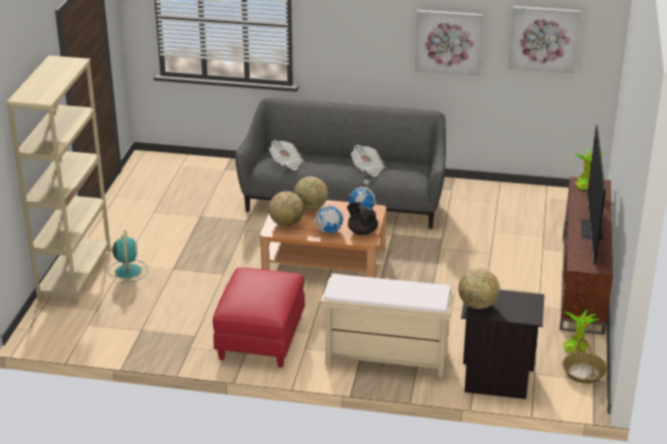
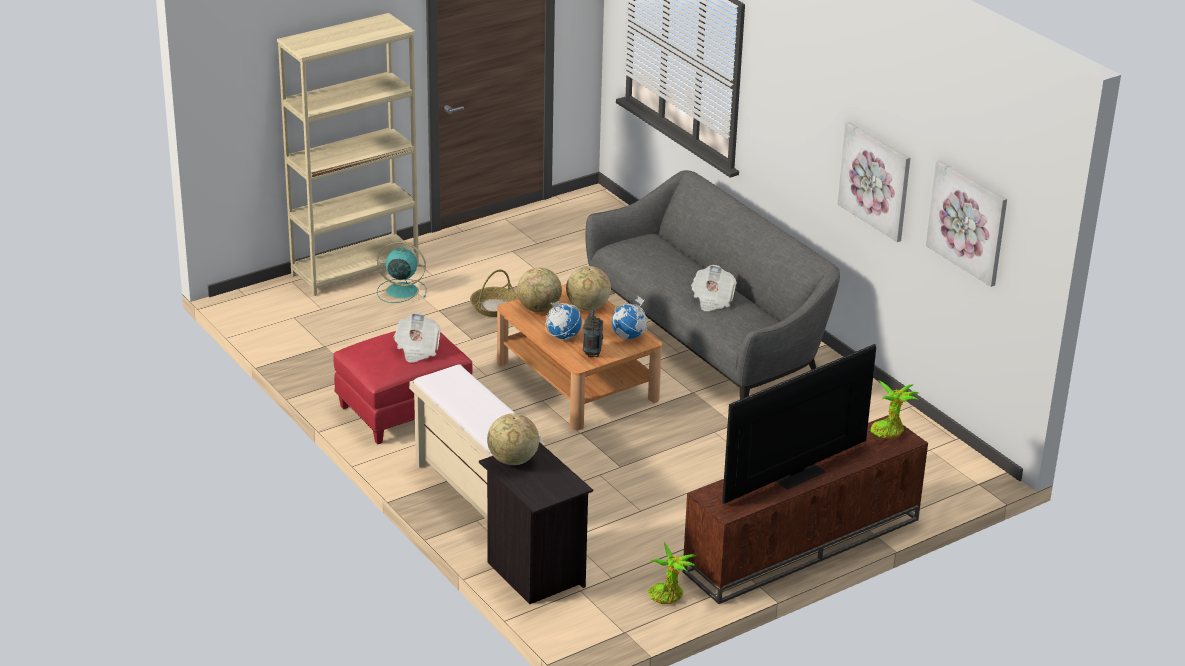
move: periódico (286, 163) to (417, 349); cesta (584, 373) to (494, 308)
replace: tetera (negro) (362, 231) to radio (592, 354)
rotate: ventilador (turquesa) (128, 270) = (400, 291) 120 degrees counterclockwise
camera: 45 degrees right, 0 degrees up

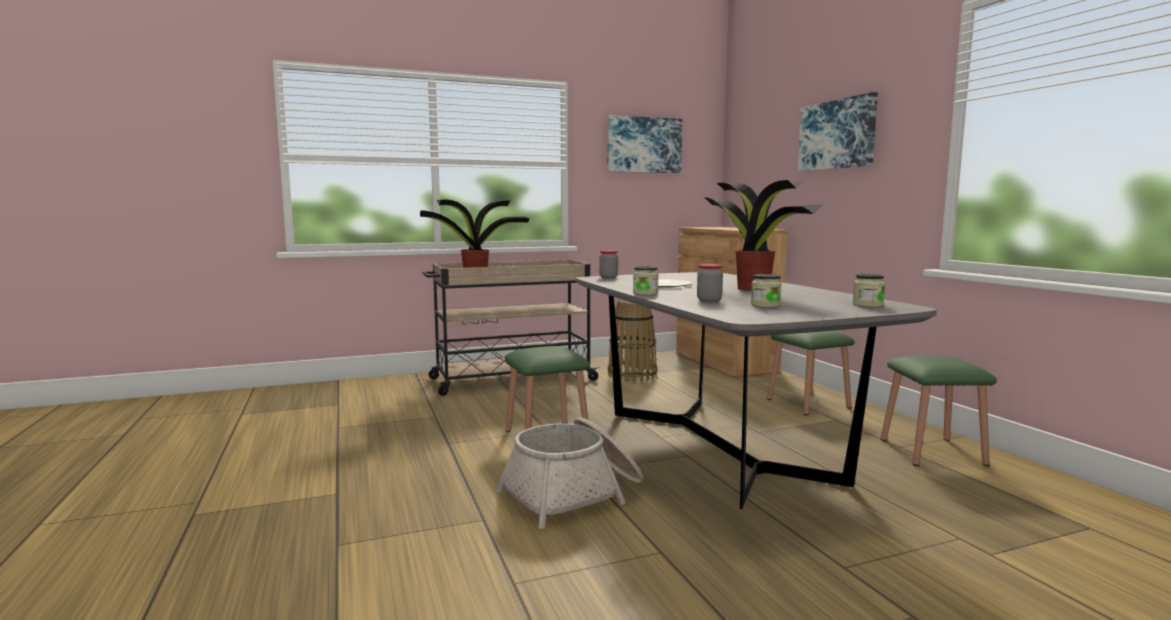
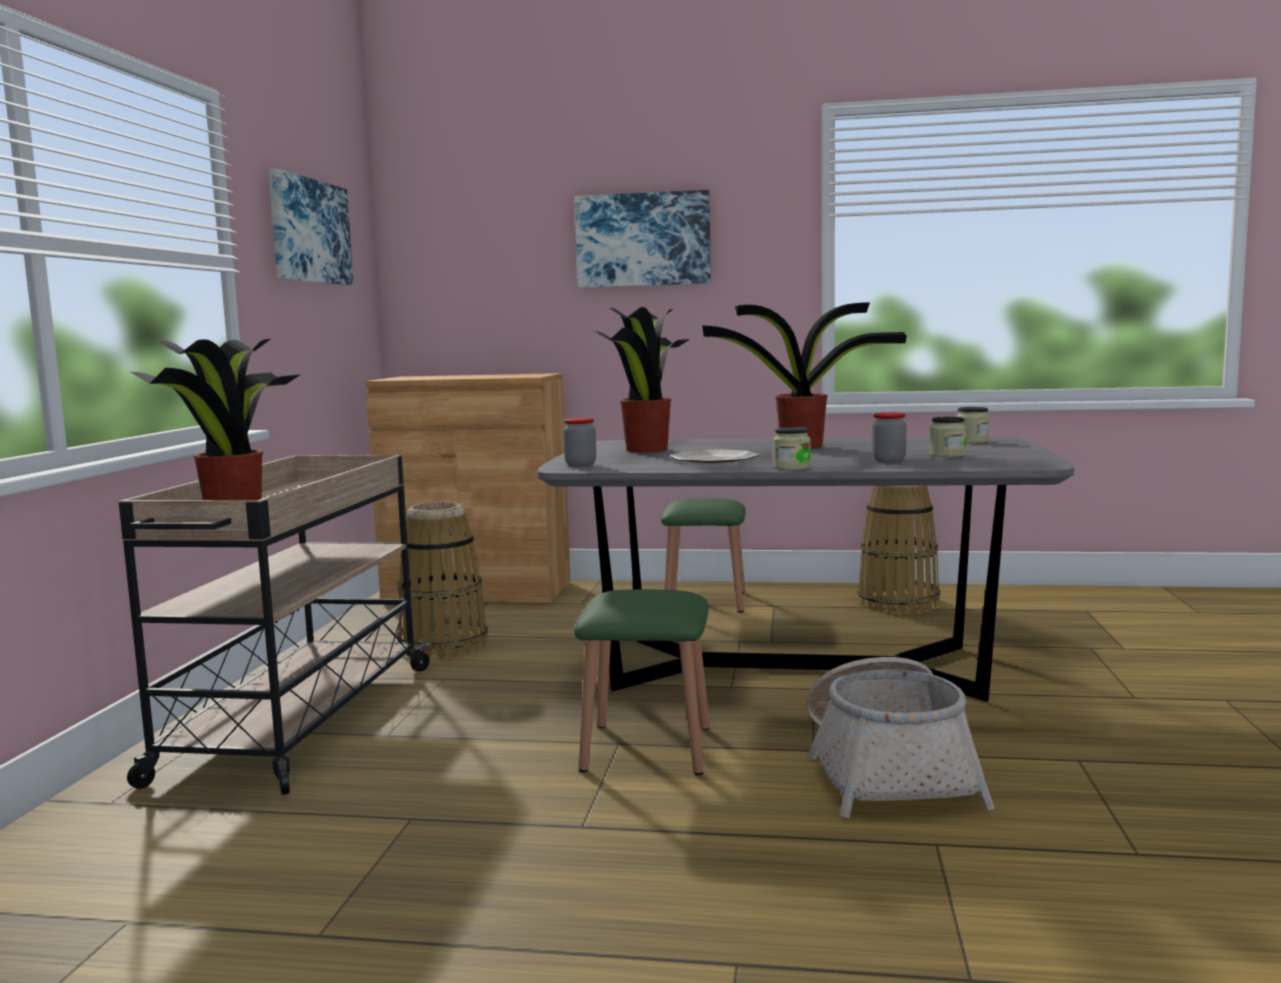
insert: planta en maceta (648, 449)
replace: taburete (verde) (932, 451) to cesta (897, 602)
camera: 60 degrees left, 0 degrees up

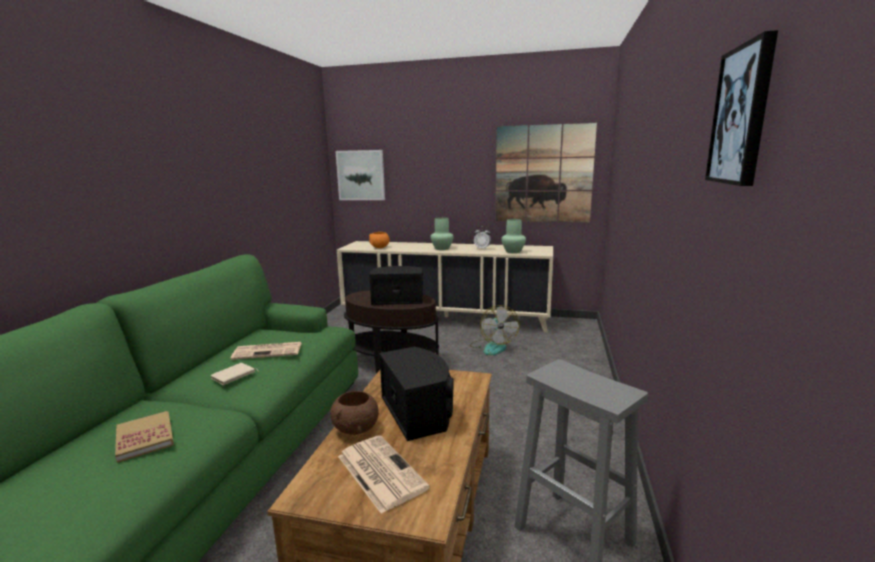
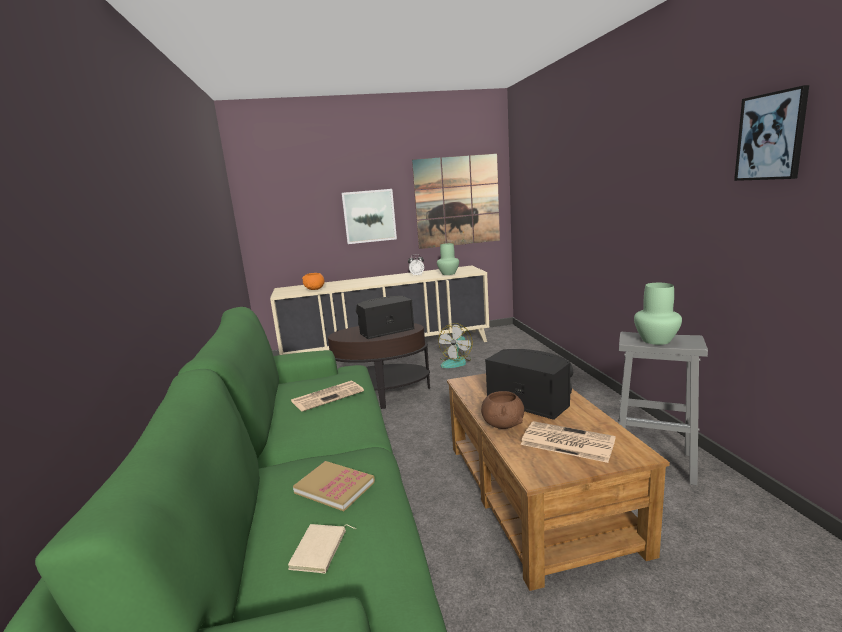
move: libro (beis) (234, 376) to (320, 551); cuadro (361, 175) to (369, 216); florero (verde) (442, 248) to (656, 340)
rotate: ventilador (492, 347) = (456, 362) 60 degrees clockwise
camera: 25 degrees left, 0 degrees up

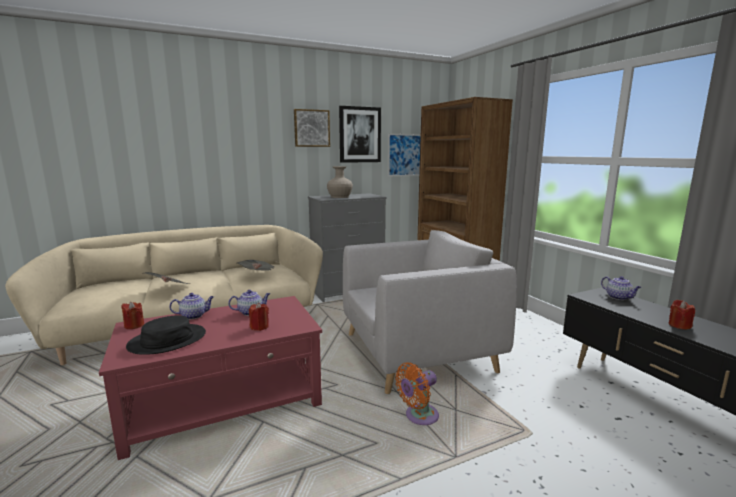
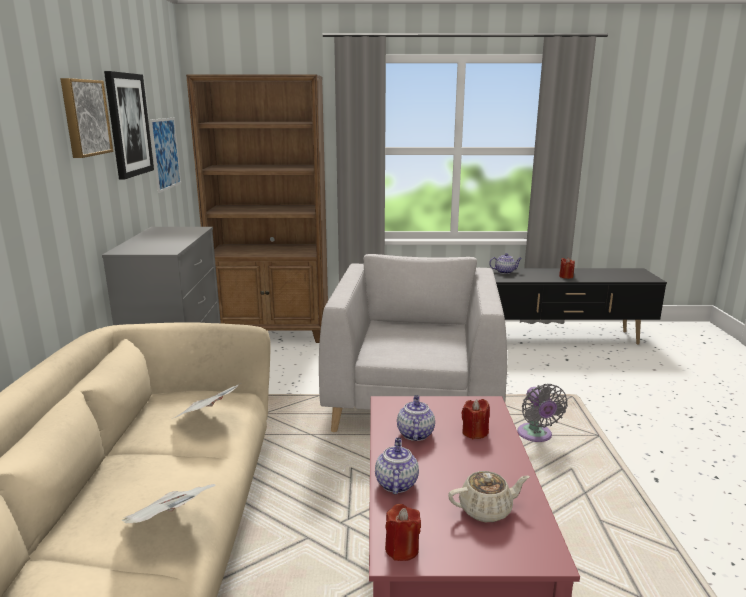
delete: florero (beis) (340, 197)
replace: sombrero (negro) (167, 340) to tetera (beis) (486, 510)
recolor: ventilador (naranja) (419, 416) to ventilador (gris) (536, 436)
camera: 65 degrees left, 5 degrees up

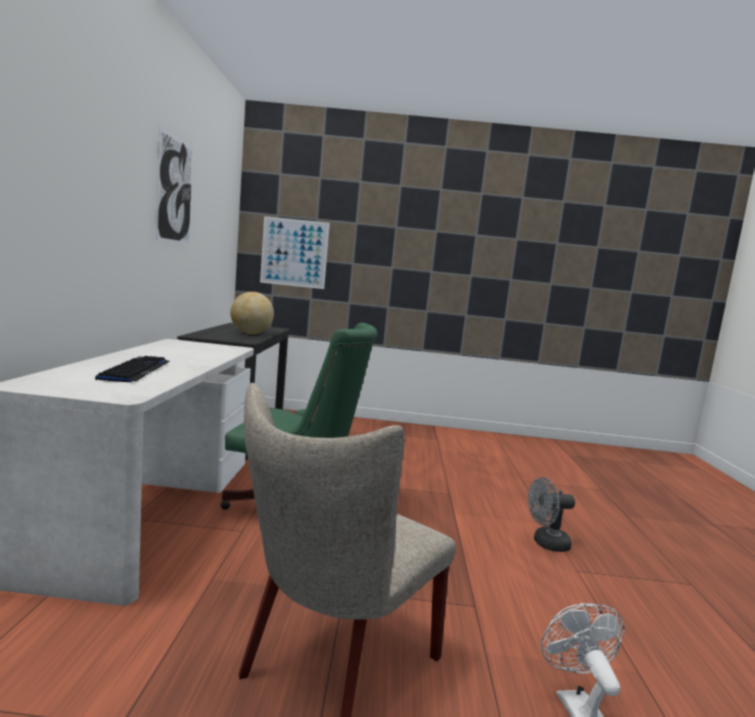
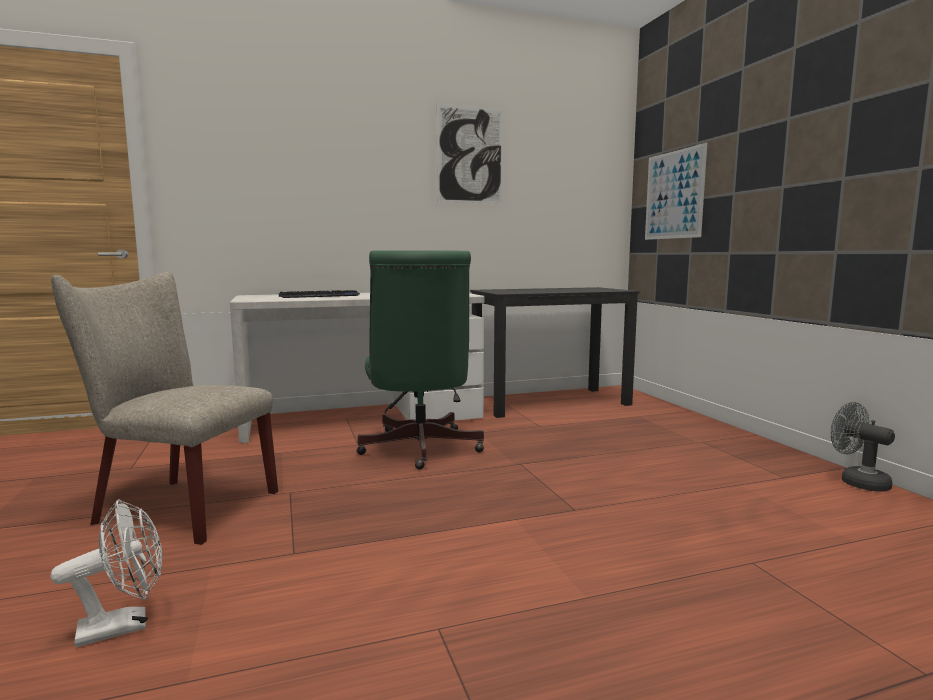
delete: globo terráqueo (250, 333)
move: ventilador (gris) (546, 543) to (857, 481)
camera: 70 degrees right, 0 degrees up

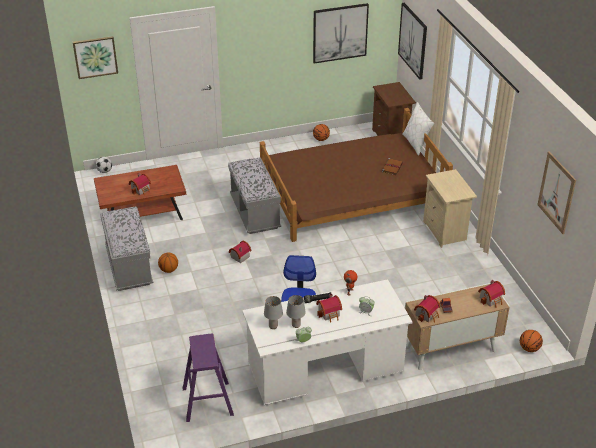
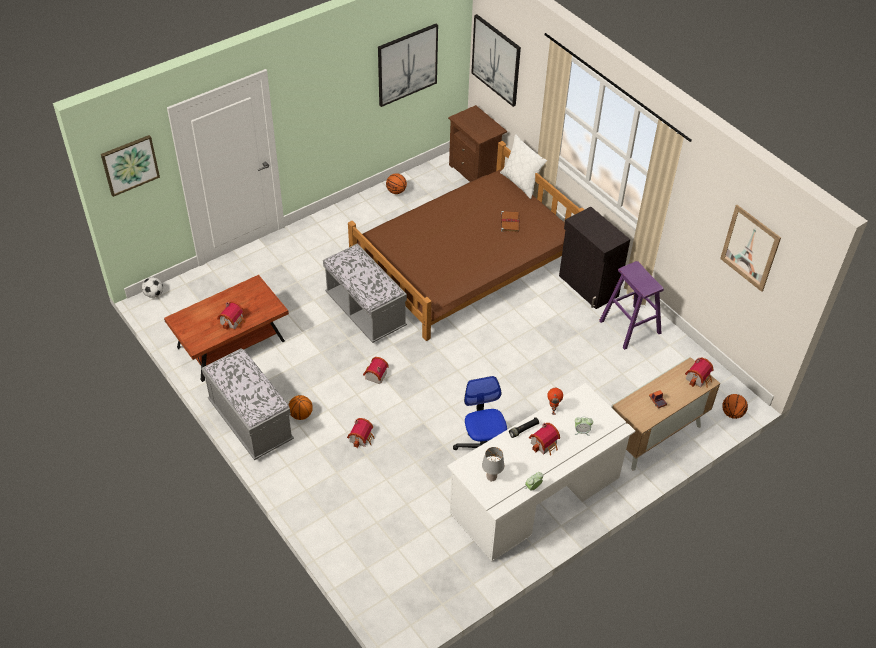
delete: lámpara de mesa (gris) (296, 325)
move: casita (427, 315) to (362, 437); taburete (morado) (207, 401) to (630, 327)
replace: mesita de noche (beis) (445, 231) to armario (negro) (588, 286)
camera: 20 degrees left, 10 degrees up

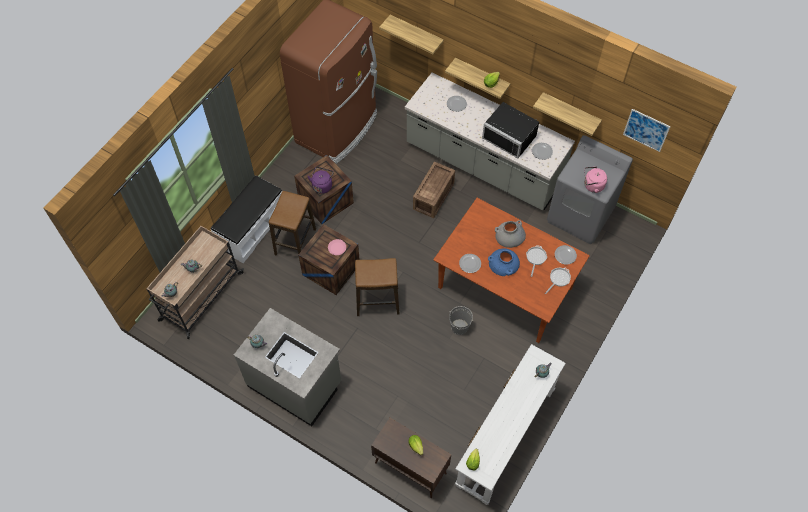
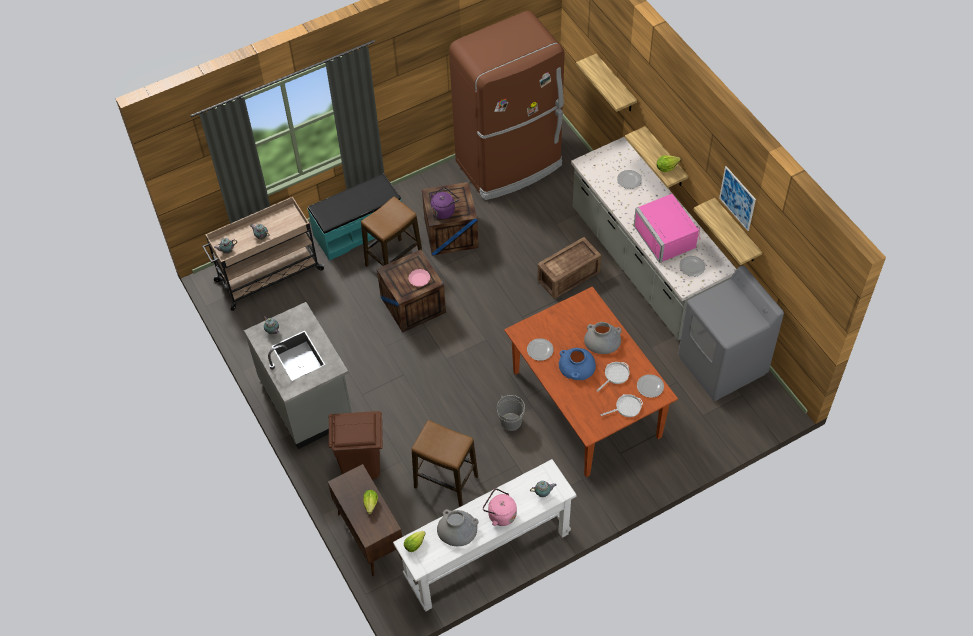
insert: papelera (marrón) (361, 464); florero (gris) (457, 529)
move: taburete (377, 302) to (446, 482); hervidor (rosa) (592, 185) to (500, 514); cuadro (646, 130) to (737, 198)
recolor: banco (blanco) (251, 229) to banco (turquesa) (358, 230); microondas (negro) (511, 135) to microondas (rosa) (668, 236)
camera: 30 degrees right, 5 degrees down

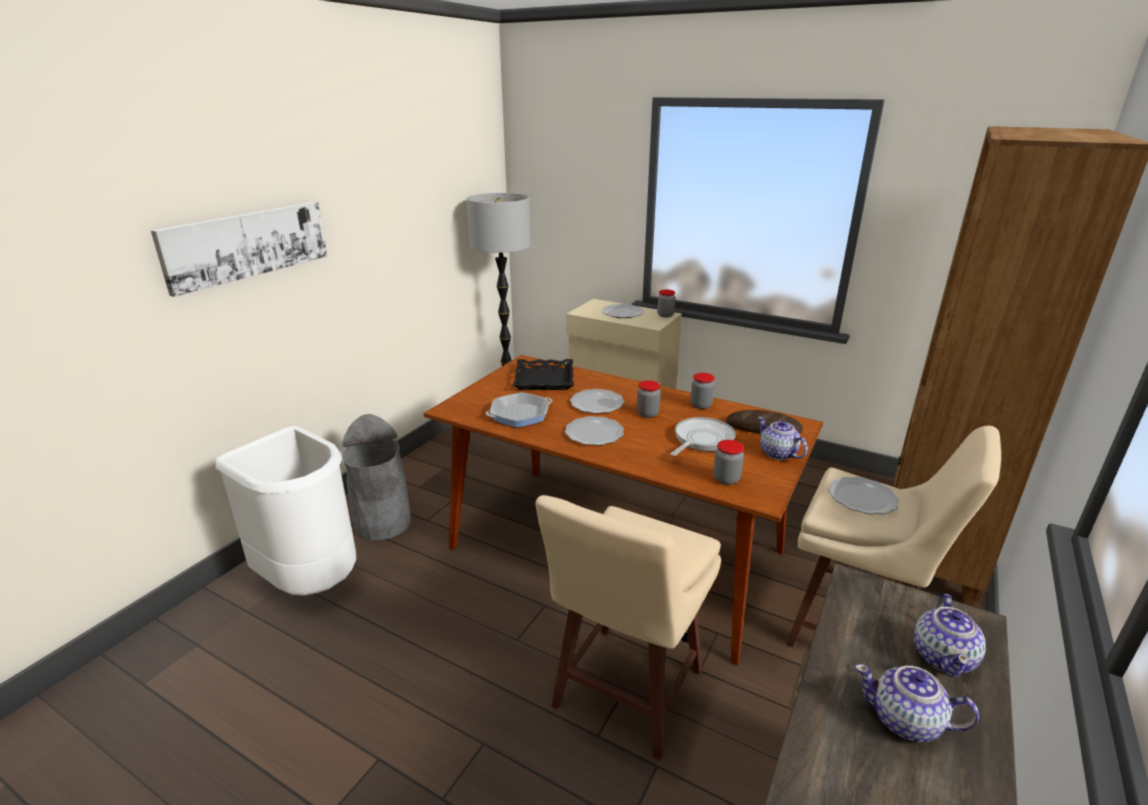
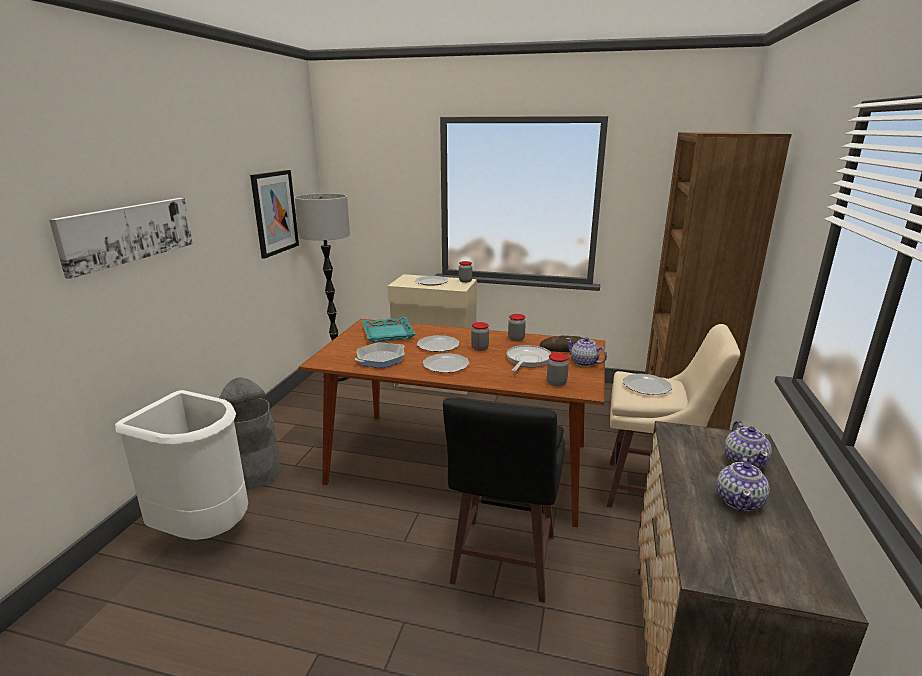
insert: cuadro (274, 212)
recolor: bandeja (negro) (545, 379) to bandeja (turquesa) (388, 333); taburete (beis) (625, 691) to taburete (negro) (502, 561)
rotate: tetera (906, 721) = (739, 501) 75 degrees counterclockwise
camera: 15 degrees left, 5 degrees down

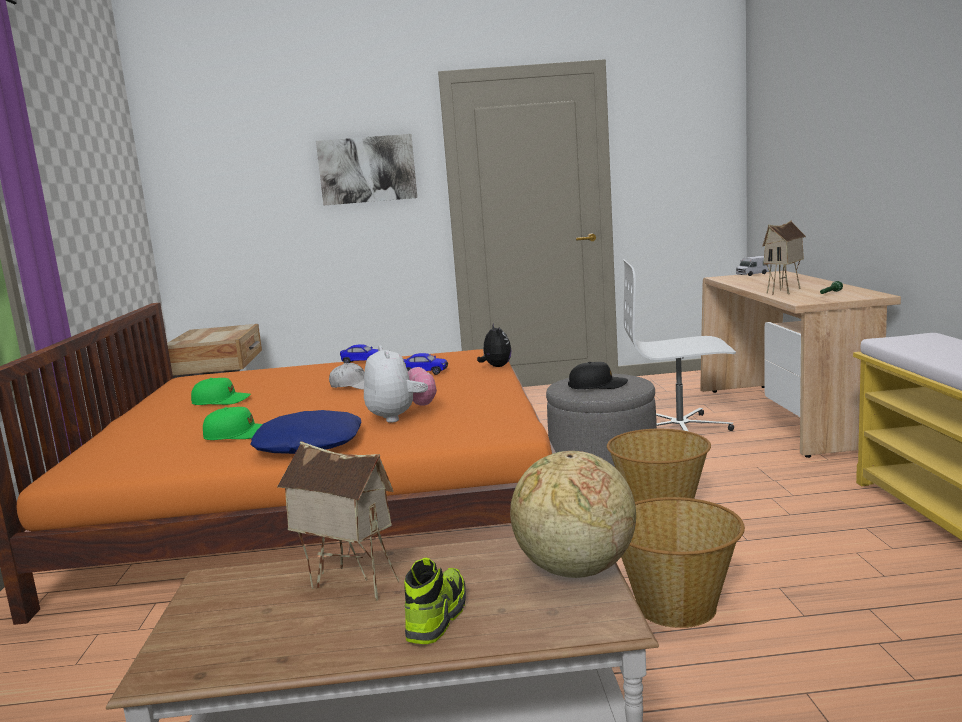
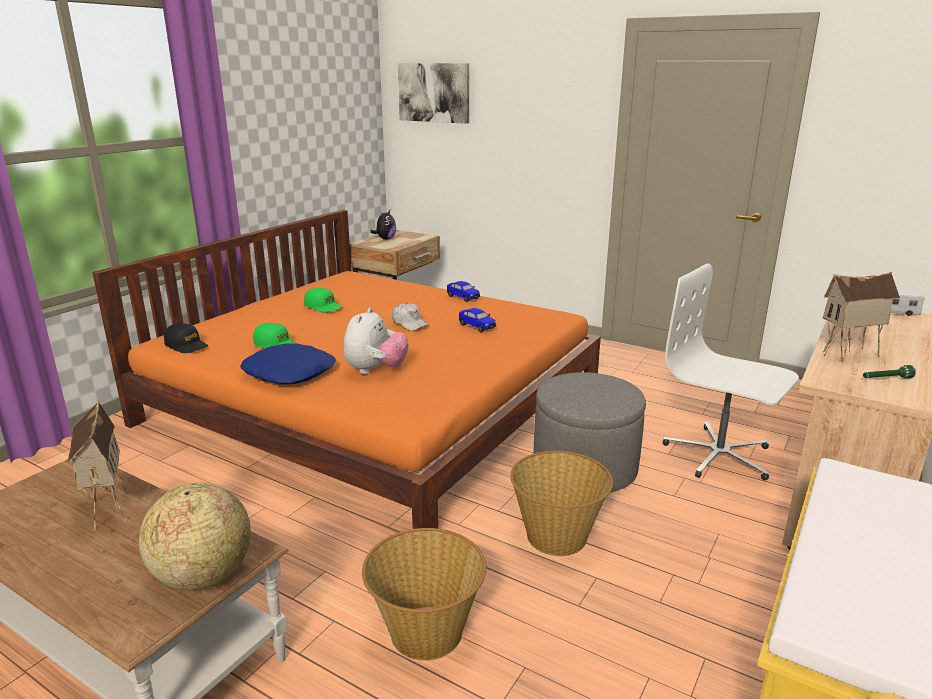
delete: zapato (437, 616)
move: gorra (negro) (597, 385) to (186, 345); peluche (496, 367) to (385, 239); cuadro (367, 169) to (434, 92)
camera: 35 degrees right, 10 degrees up

